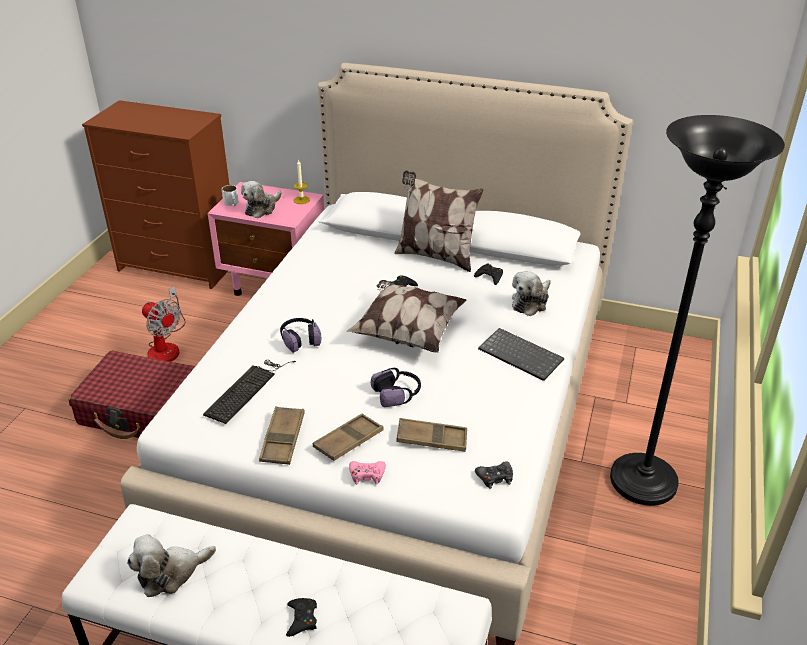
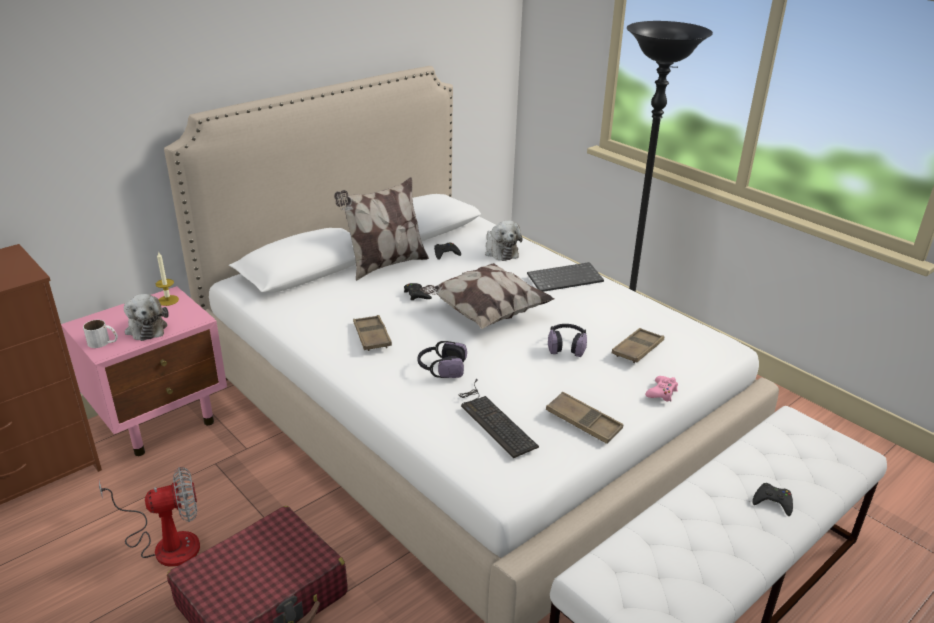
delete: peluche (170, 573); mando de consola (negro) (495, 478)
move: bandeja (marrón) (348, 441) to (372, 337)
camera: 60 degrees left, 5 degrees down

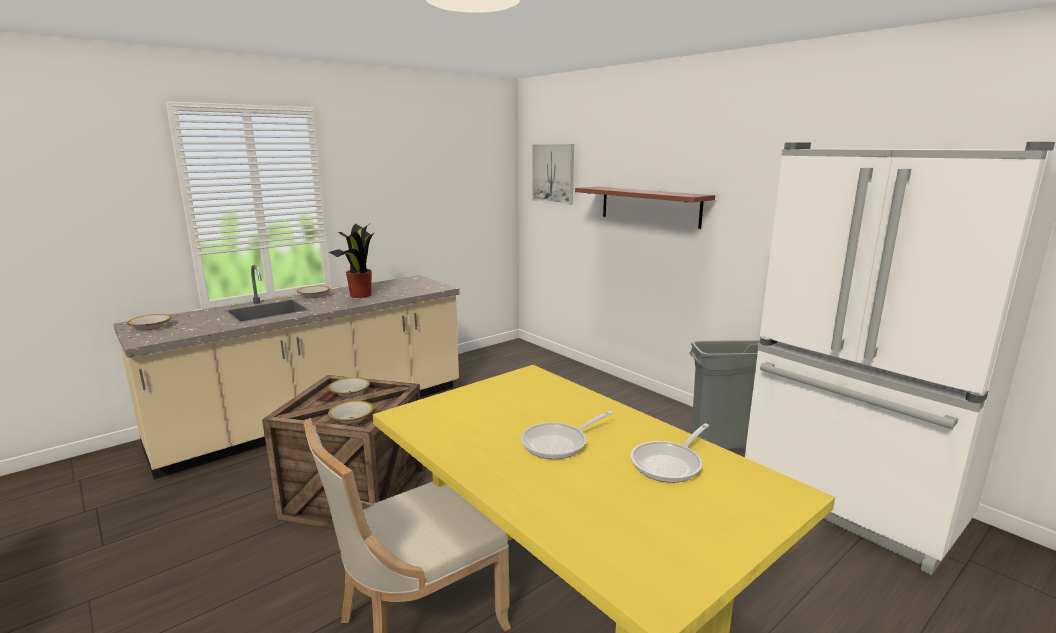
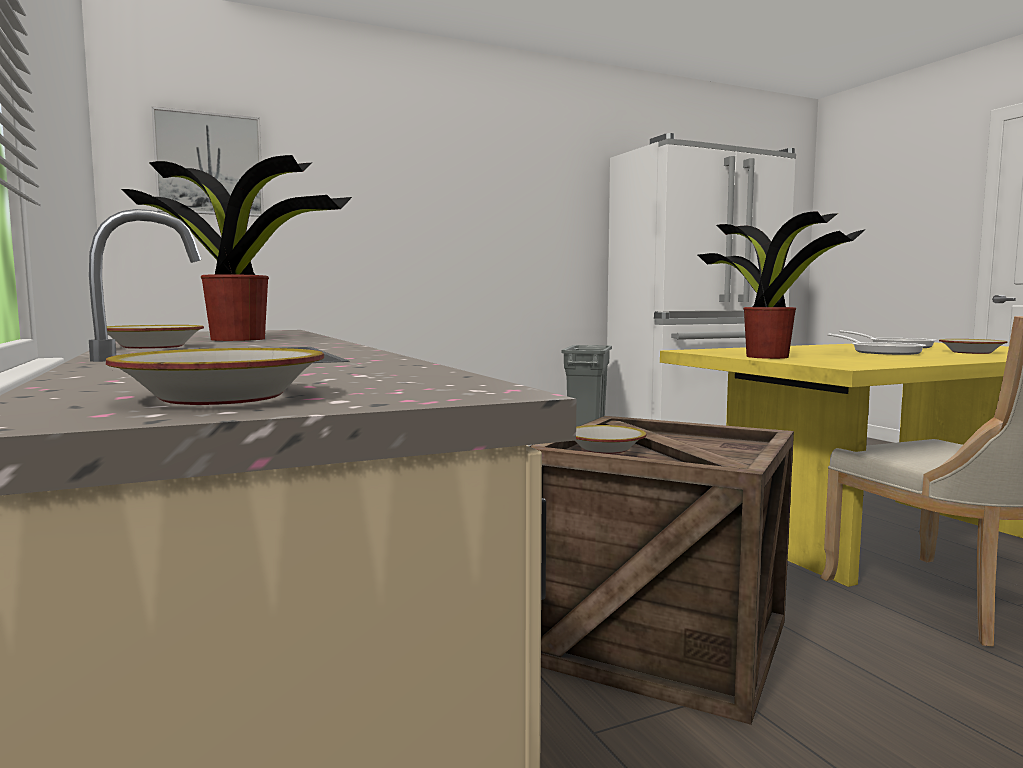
delete: estante (649, 206)
insert: planta en maceta (765, 356)
move: cuenco (351, 418) to (972, 352)
camera: 75 degrees left, 10 degrees down

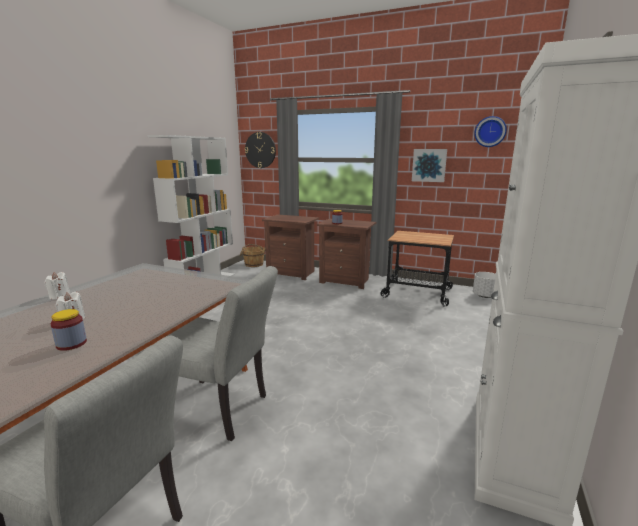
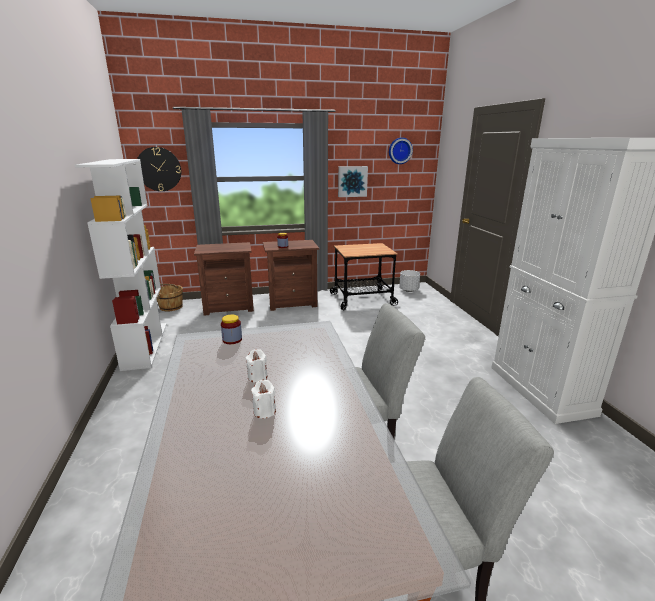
move: tarro (71, 344) to (232, 340); vela (blanco) (59, 296) to (257, 377)
camera: 35 degrees left, 5 degrees up

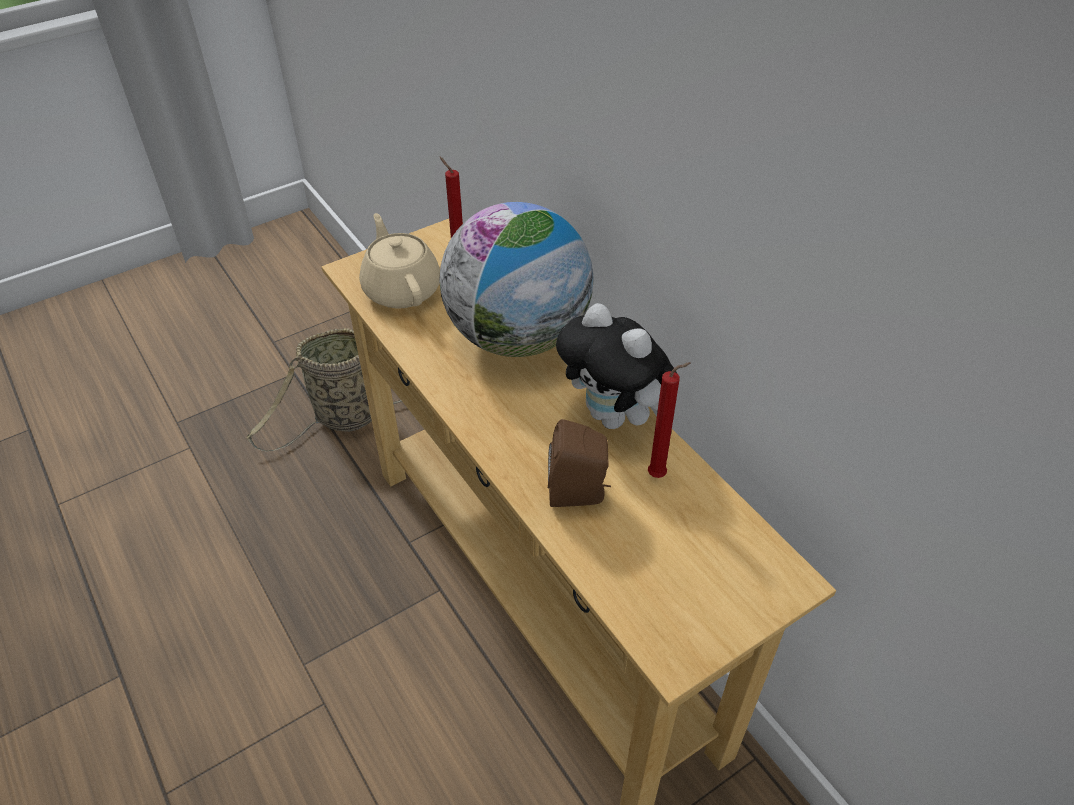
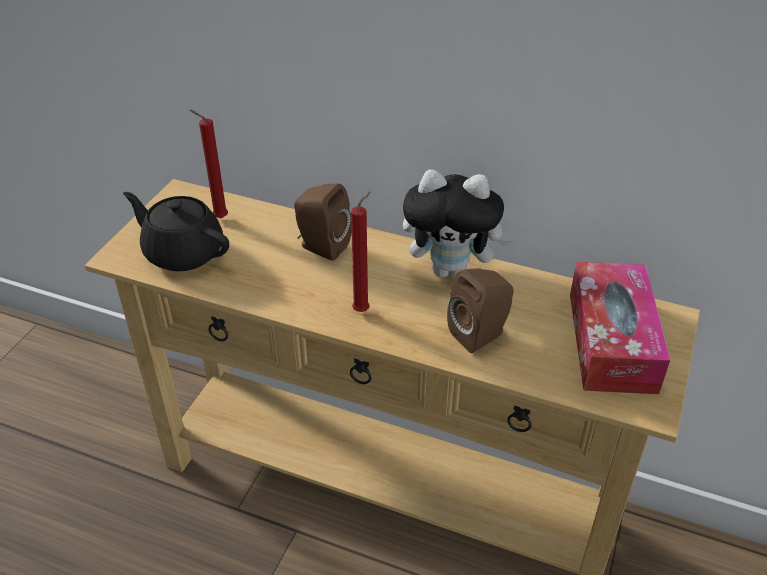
delete: cesta (344, 418)
insert: caja de pañuelos (611, 341)
move: vela (rojo) (659, 475) to (363, 310)
replace: globo terráqueo (518, 337) to altavoz (marrón) (321, 247)
recolor: tetera (beis) (402, 289) to tetera (negro) (183, 252)
camera: 35 degrees left, 5 degrees down

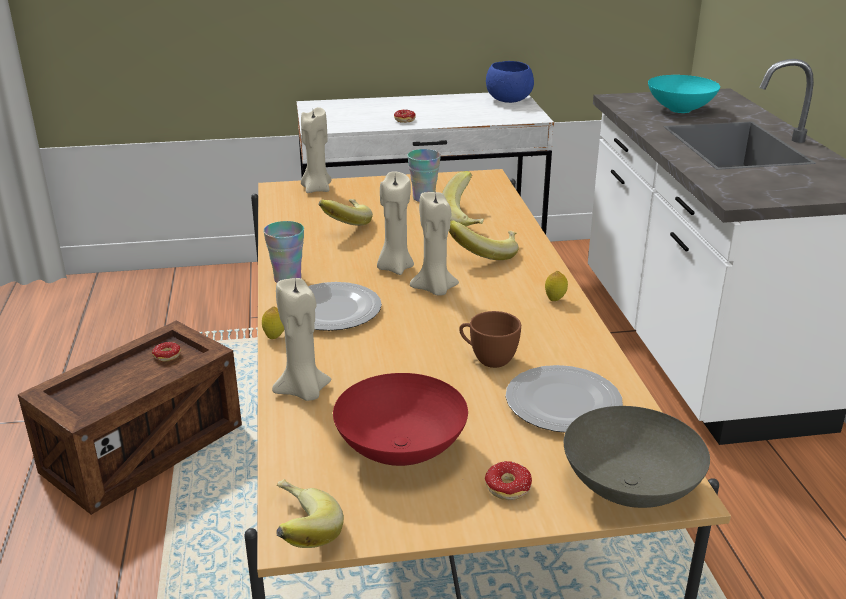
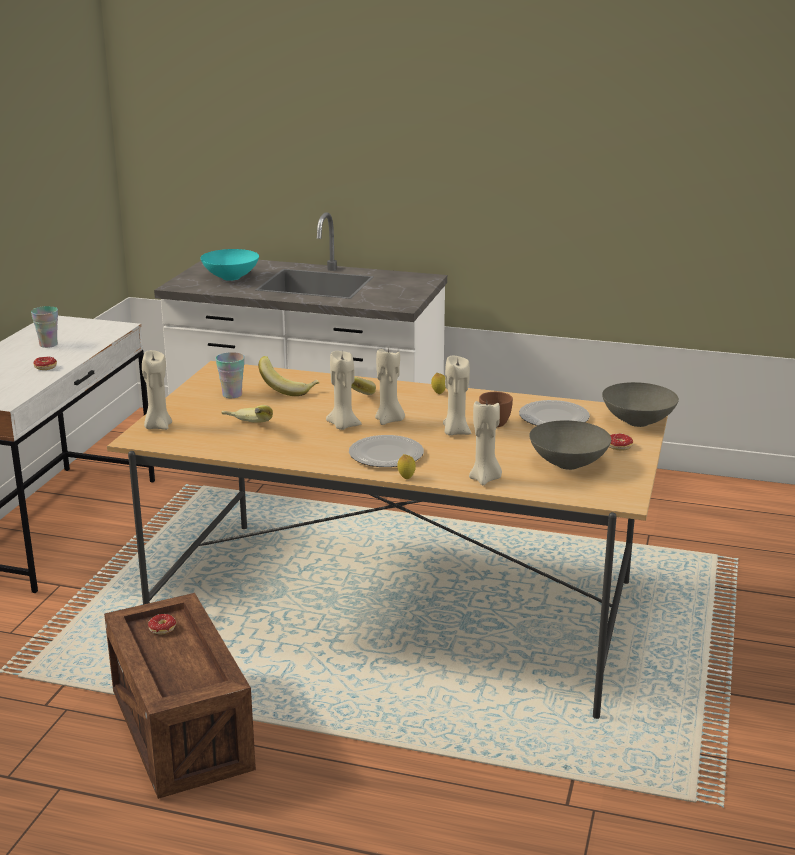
delete: plátano (297, 536); cuenco (azul) (508, 100)
insert: vela (beis) (455, 432)
move: taza (287, 279) to (48, 344)
recolor: cuenco (rojo) (403, 450) to cuenco (gris) (568, 463)
camera: 65 degrees left, 5 degrees down

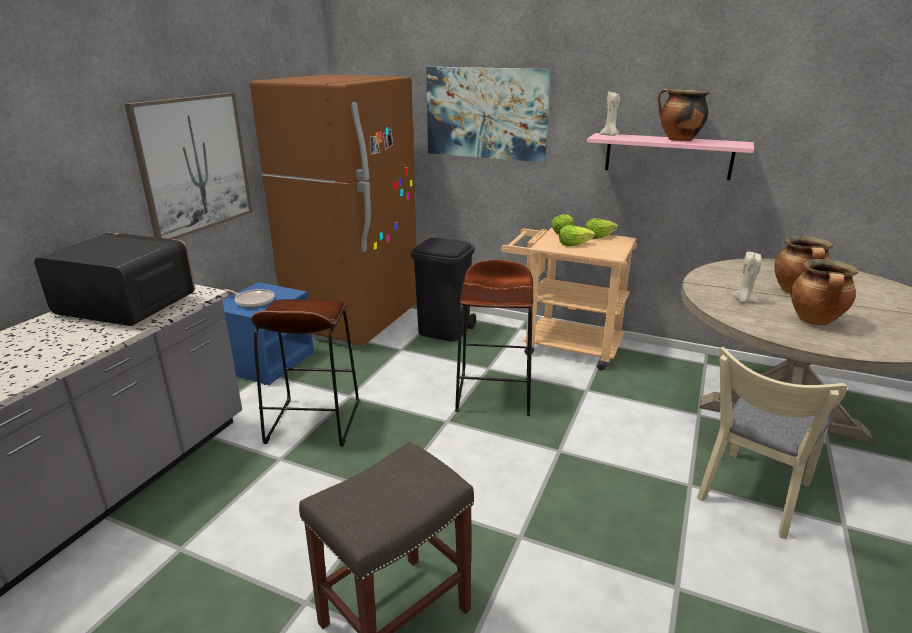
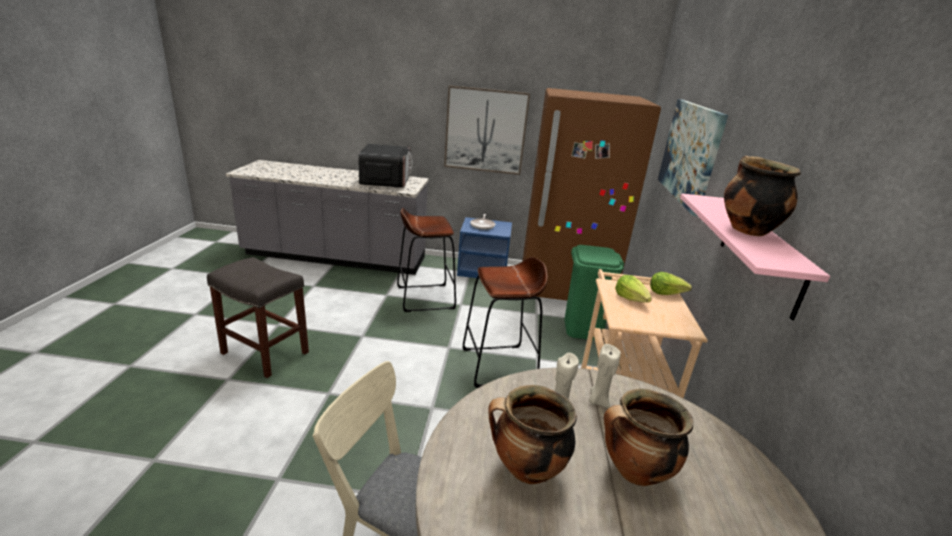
delete: lechuga (598, 237)
move: vela (beis) (610, 135) to (598, 401)
recolor: papelera (negro) (444, 331) to papelera (verde) (583, 329)
camera: 70 degrees right, 0 degrees up

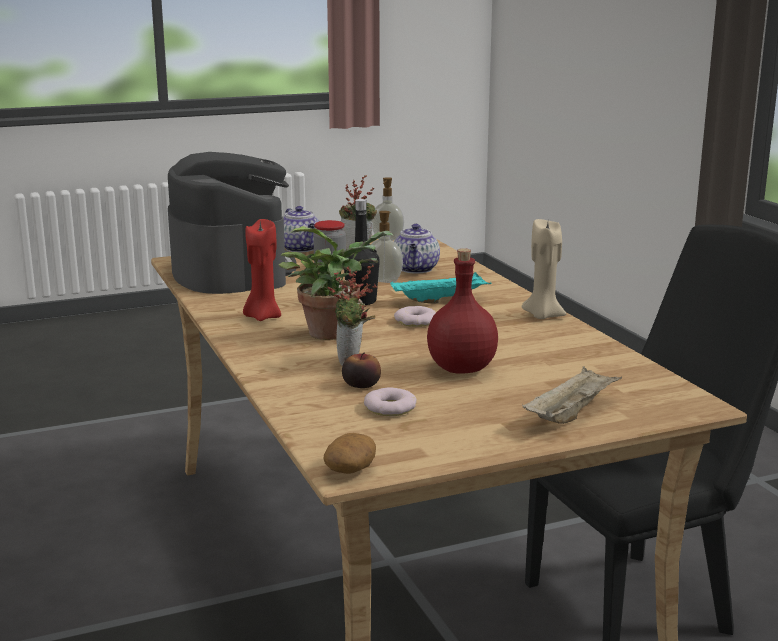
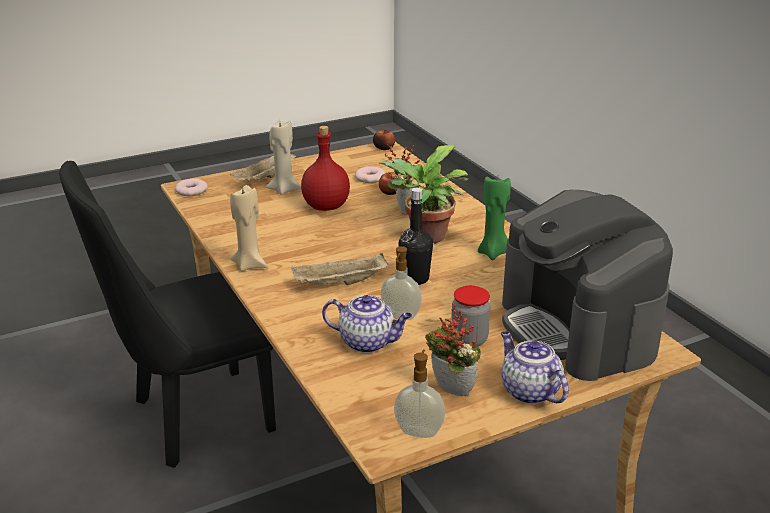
insert: vela (beis) (284, 189)
move: rosquilla (416, 321) to (191, 191)
replace: patata (350, 469) to manzana (384, 148)
recolor: bandeja (turquesa) (441, 300) to bandeja (beis) (340, 283); vela (rojo) (262, 317) to vela (verde) (493, 253)
rotate: tetera (416, 269) = (368, 342) 105 degrees clockwise
camera: 175 degrees right, 10 degrees up

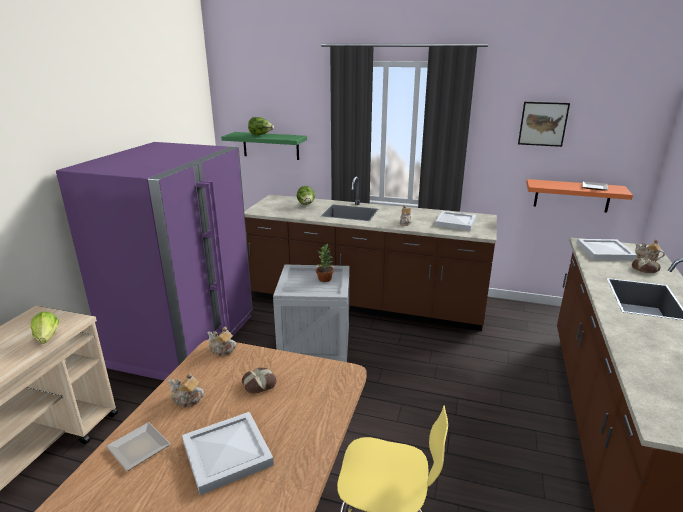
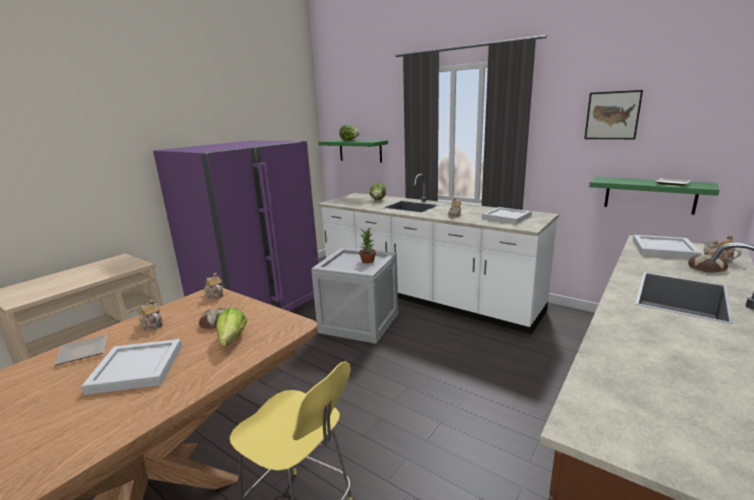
move: lechuga (46, 341) to (230, 343)
recolor: mueble bajo de cocina (marrón) (366, 303) to mueble bajo de cocina (blanco) (426, 296); estante (naranja) (572, 195) to estante (verde) (649, 195)
camera: 20 degrees right, 5 degrees down

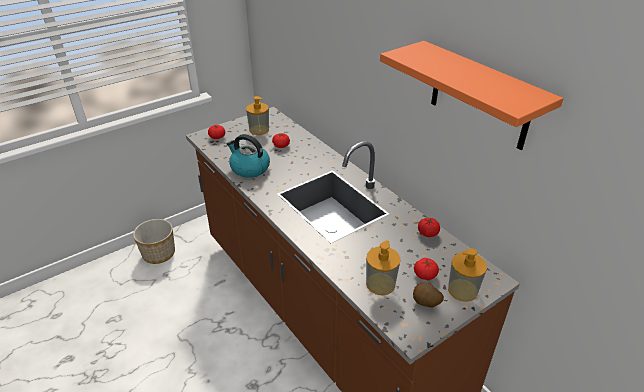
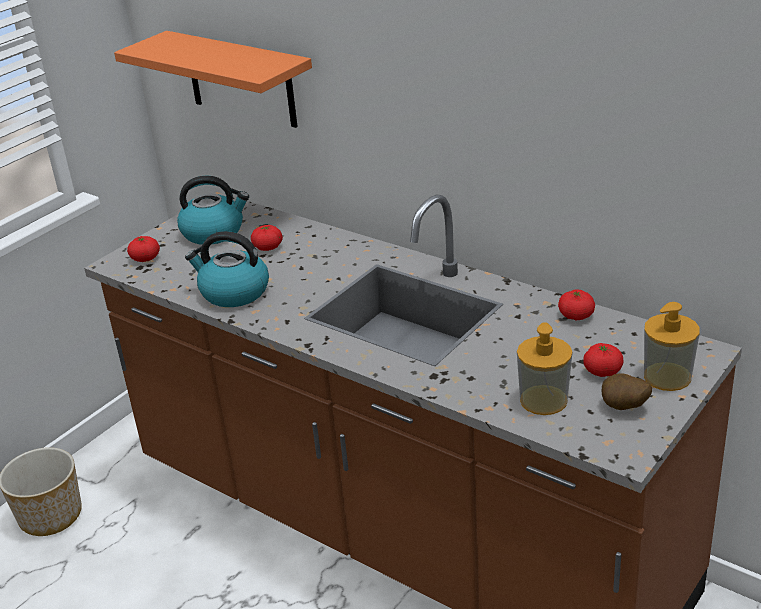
move: estante (naranja) (480, 96) to (240, 79)
replace: dispensador de jabón (259, 130) to hervidor (214, 232)
camera: 15 degrees left, 5 degrees down

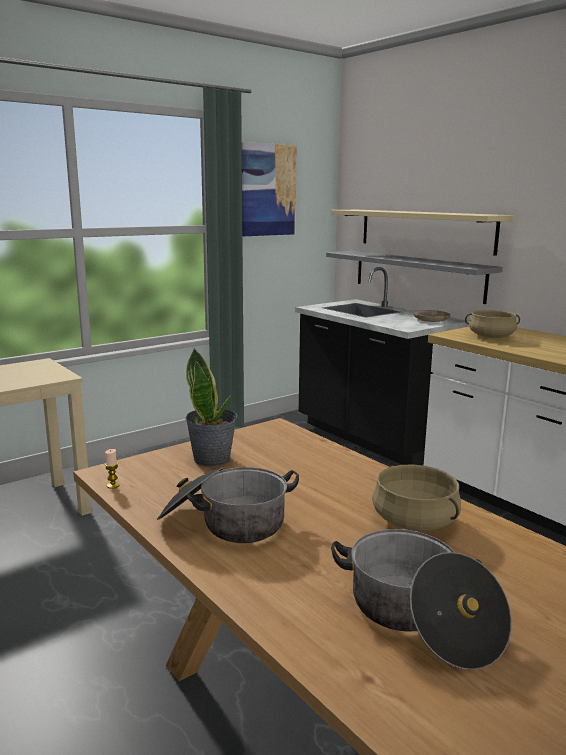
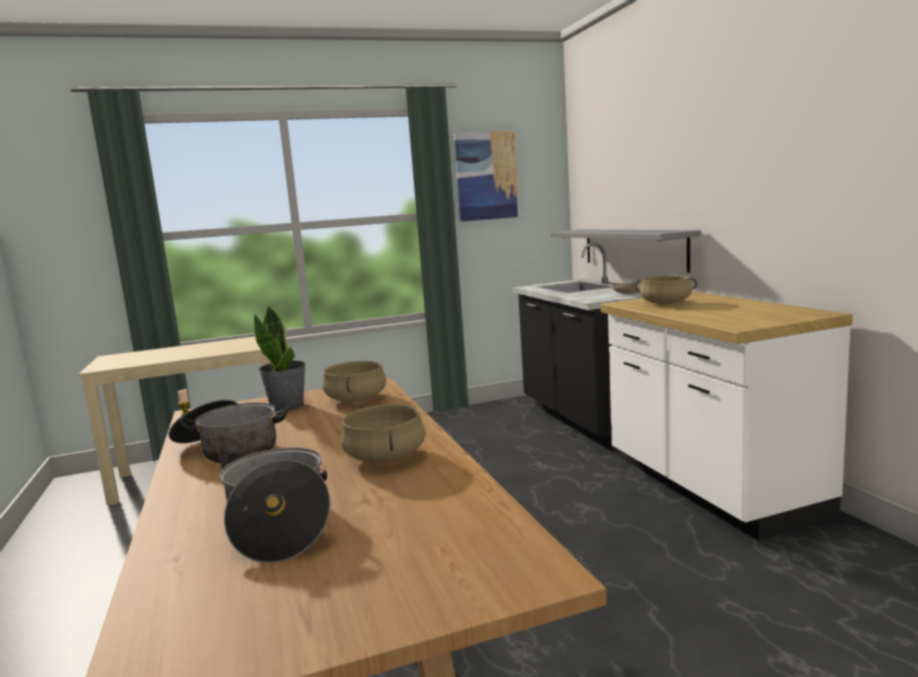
delete: estante (beis) (425, 230)
insert: olla (beis) (356, 399)
camera: 20 degrees right, 5 degrees down

